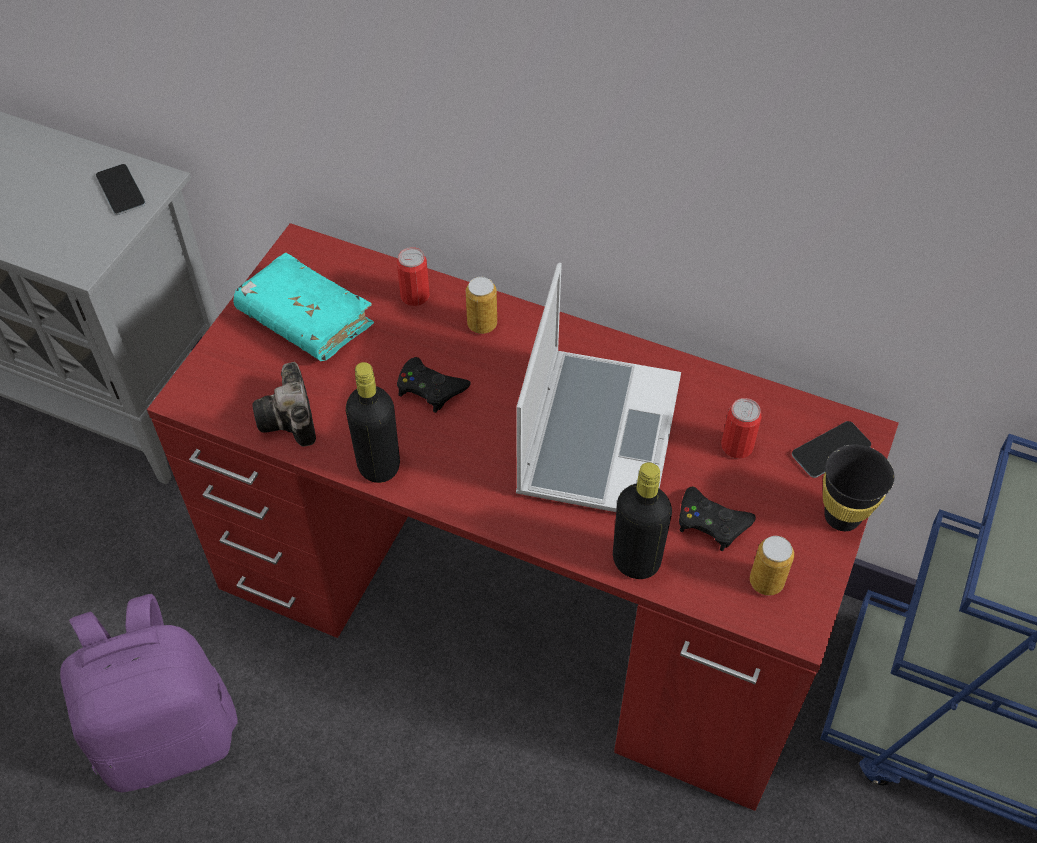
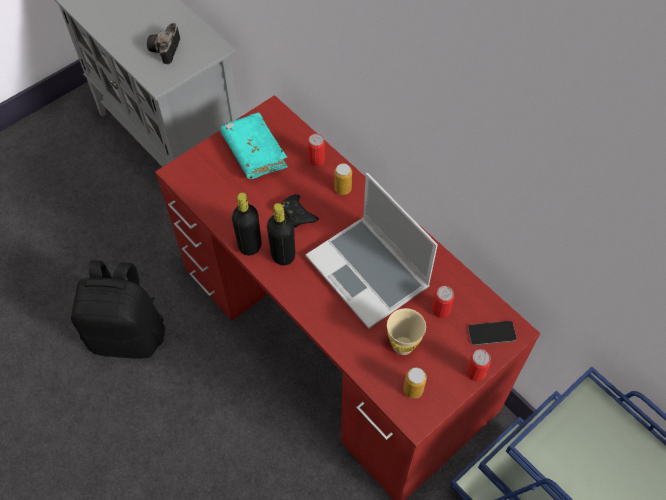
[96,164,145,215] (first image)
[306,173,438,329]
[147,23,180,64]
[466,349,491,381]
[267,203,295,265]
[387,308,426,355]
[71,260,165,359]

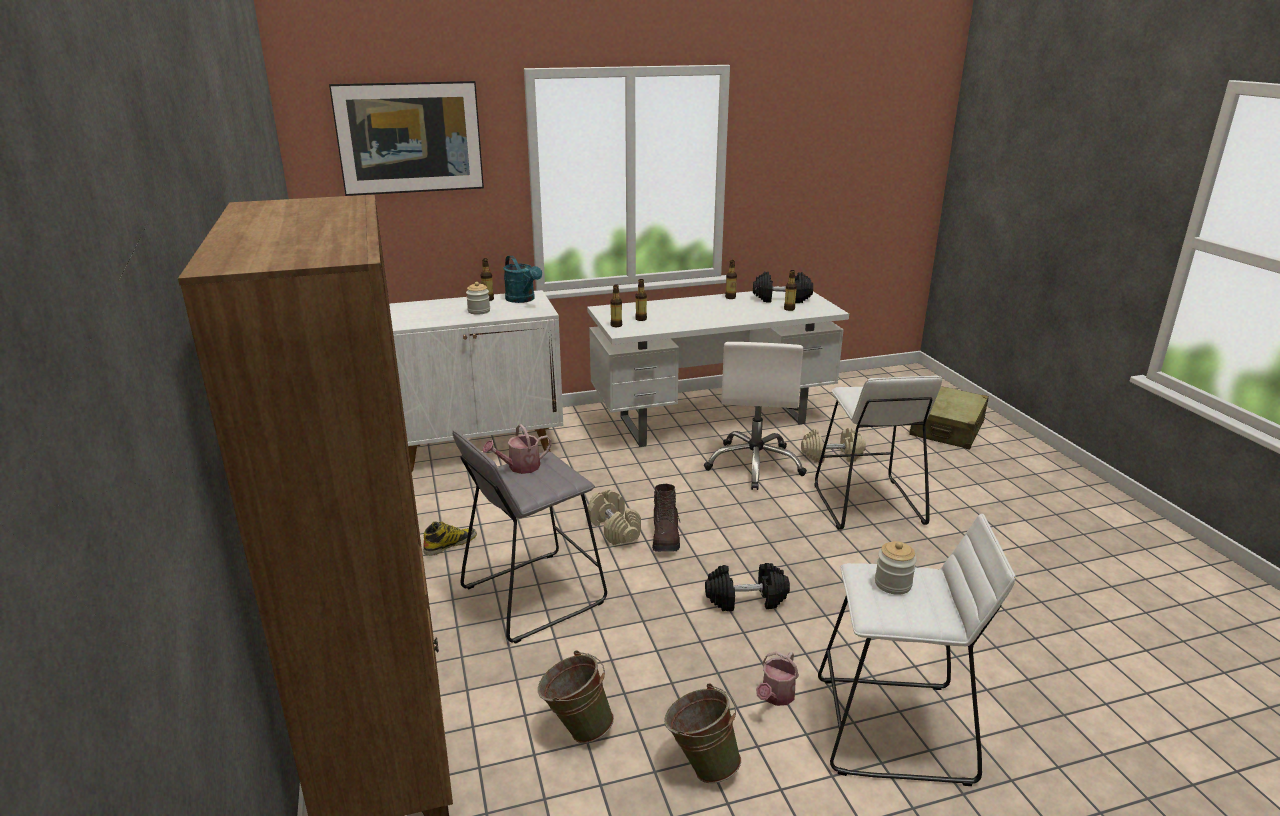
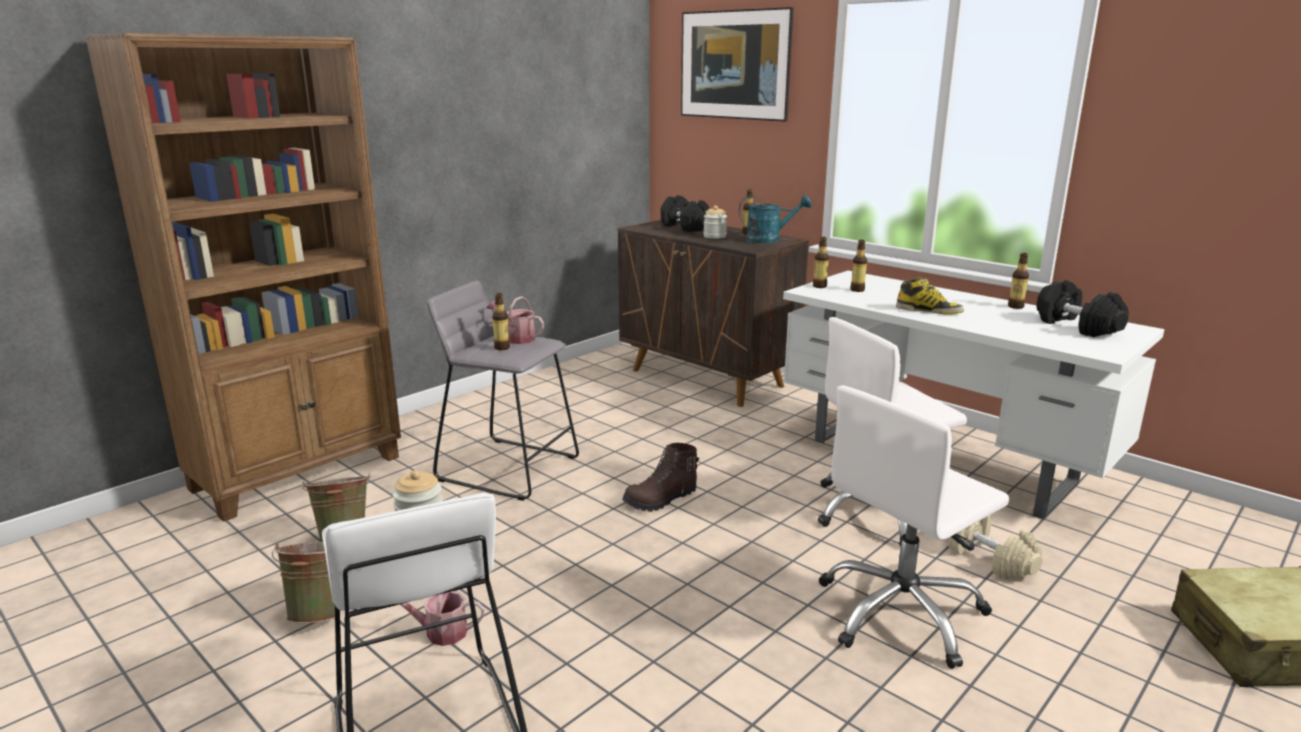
[739,195,812,243]
[492,293,510,350]
[618,220,809,407]
[819,385,1009,669]
[588,489,641,545] (first image)
[896,277,964,315]
[661,195,710,232]

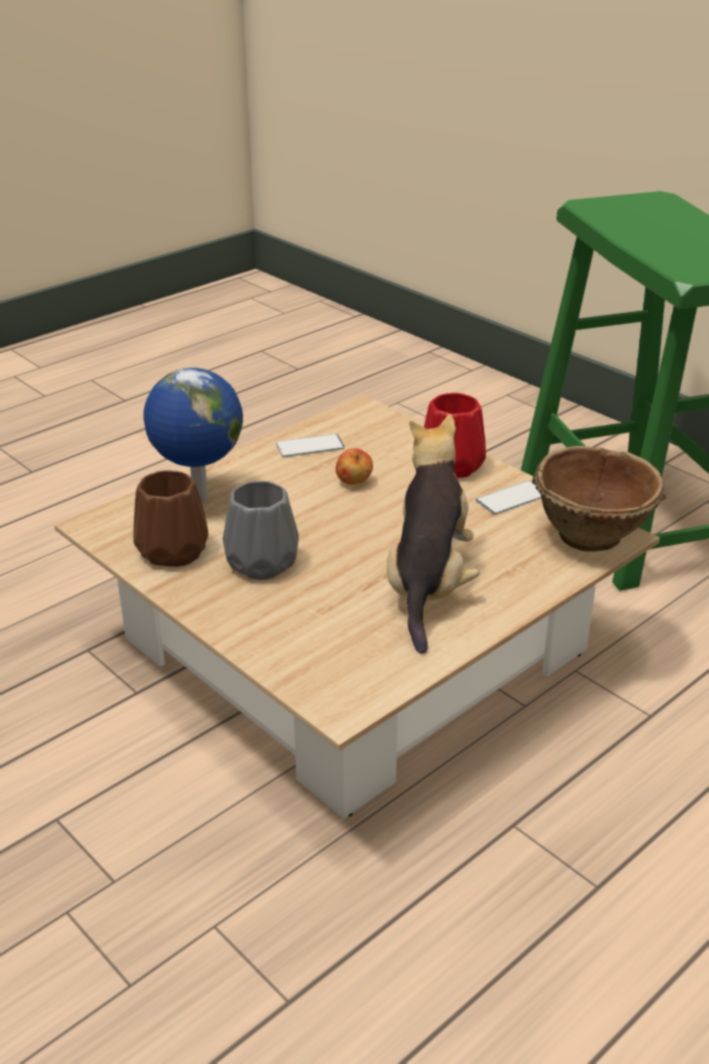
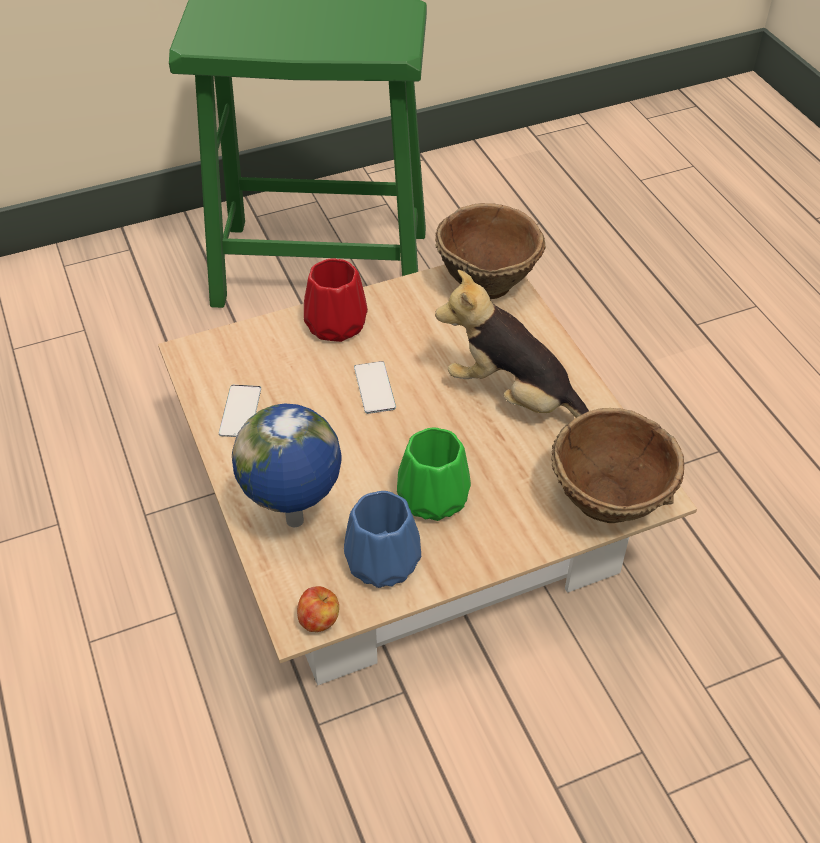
[297,586,339,632]
[344,491,421,588]
[397,428,471,521]
[354,361,396,414]
[551,408,684,523]

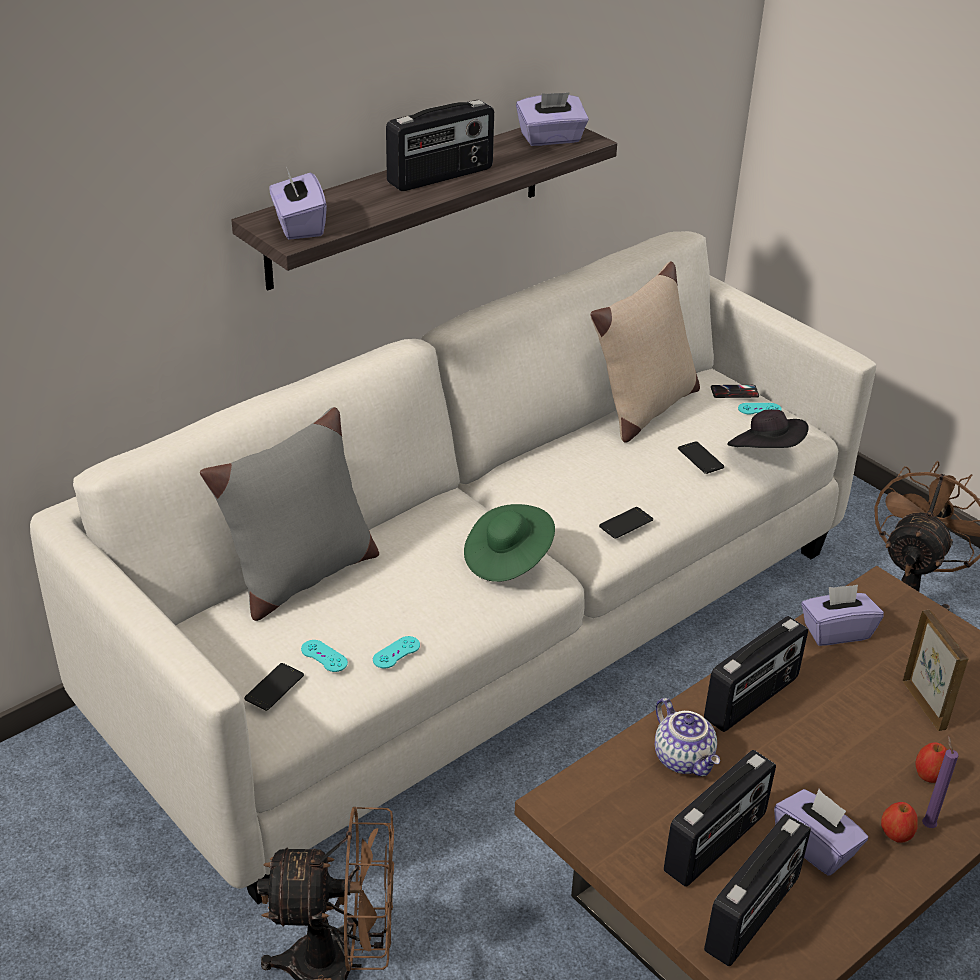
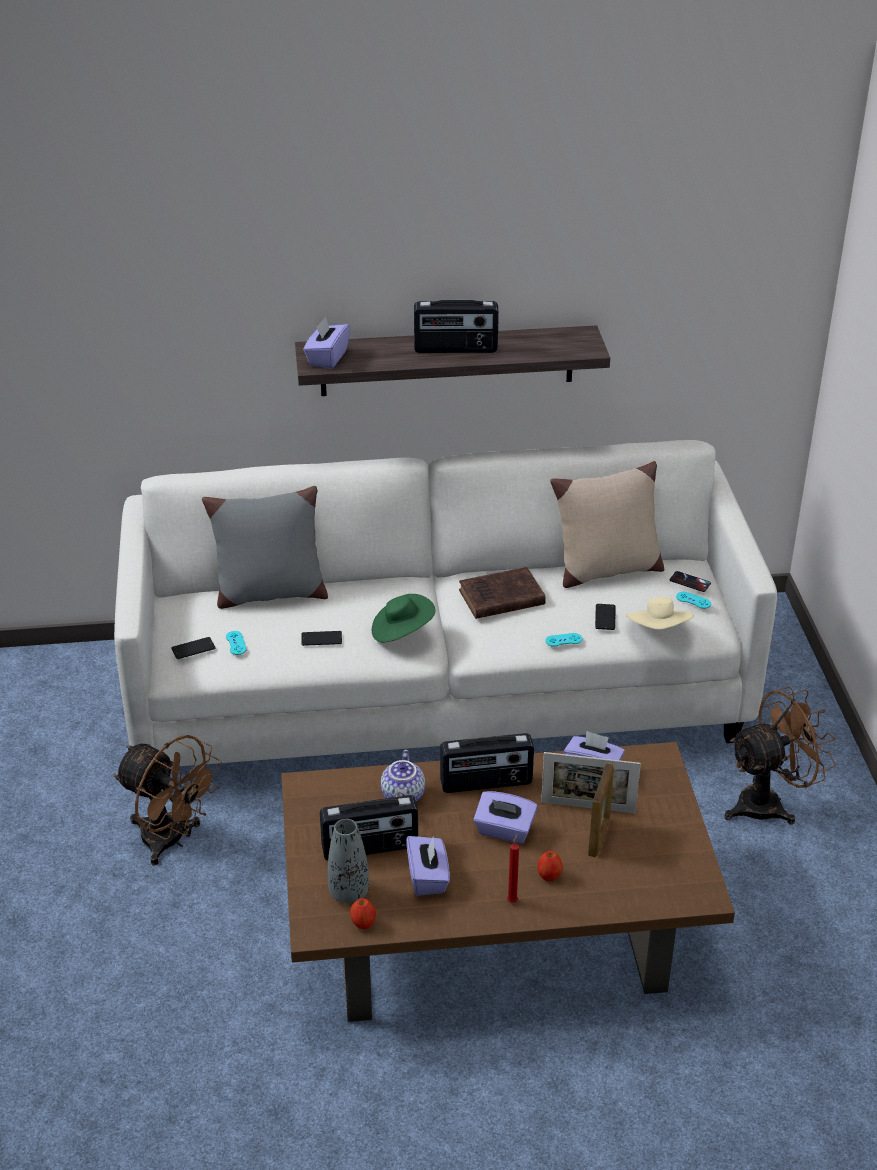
[473,791,538,844]
[626,597,694,629]
[301,631,342,646]
[545,633,583,647]
[507,833,519,903]
[350,898,376,929]
[328,819,369,903]
[459,567,546,619]
[541,752,641,814]

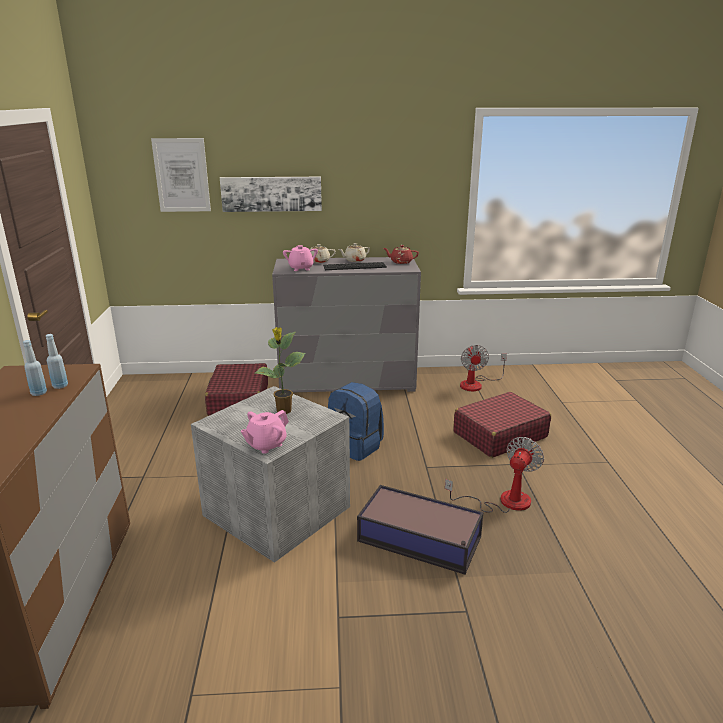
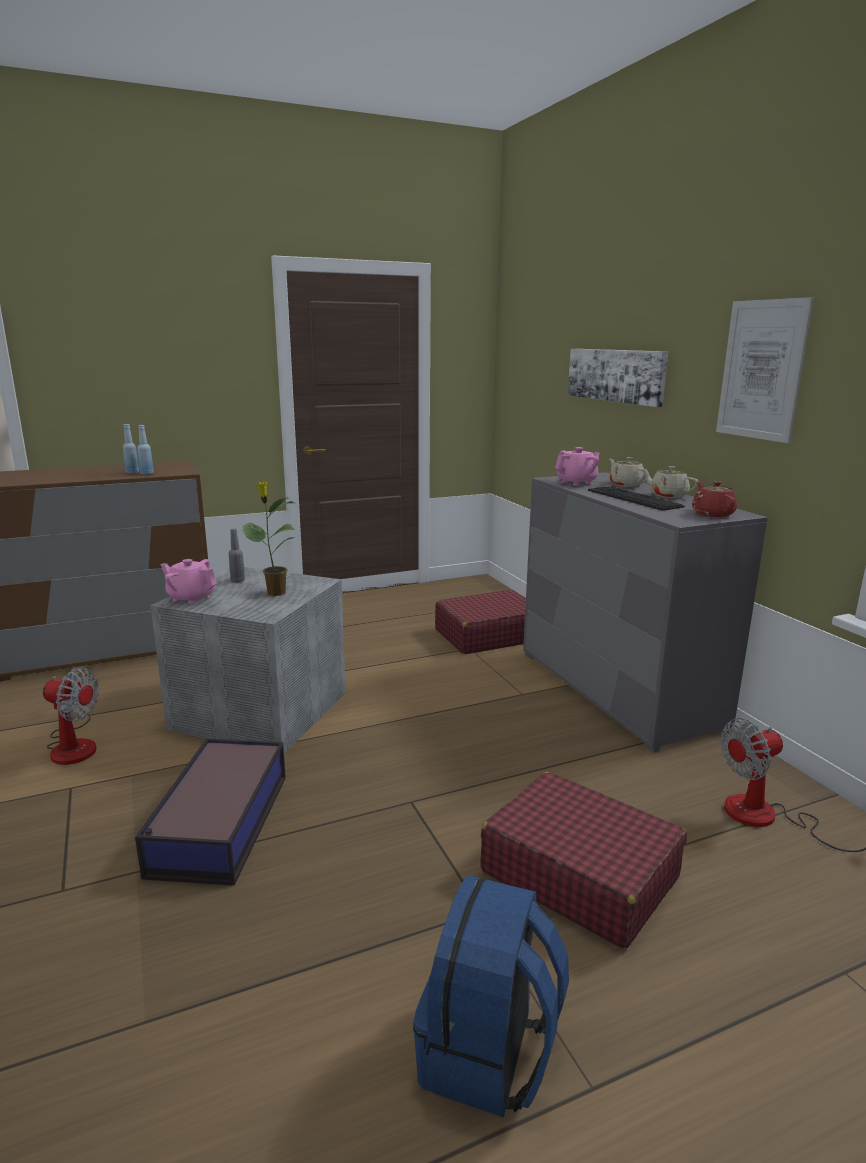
[716,297,814,443]
[413,875,569,1118]
[43,667,99,765]
[229,528,245,583]

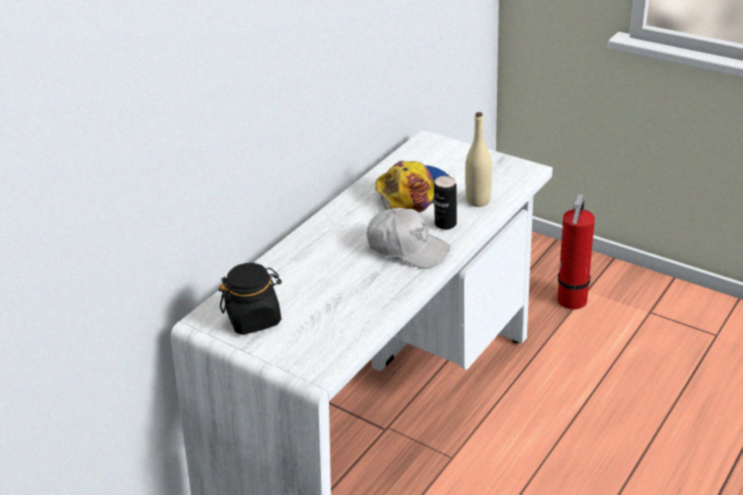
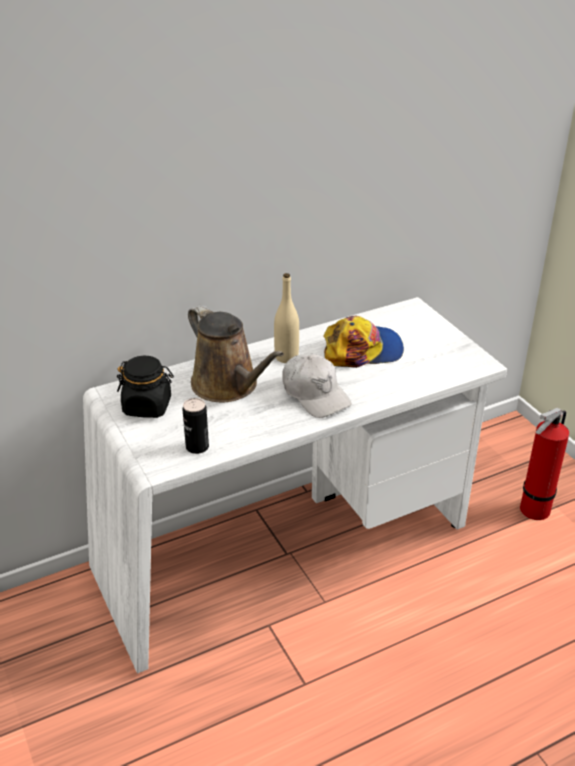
[274,273,299,363]
[182,398,209,454]
[188,304,284,402]

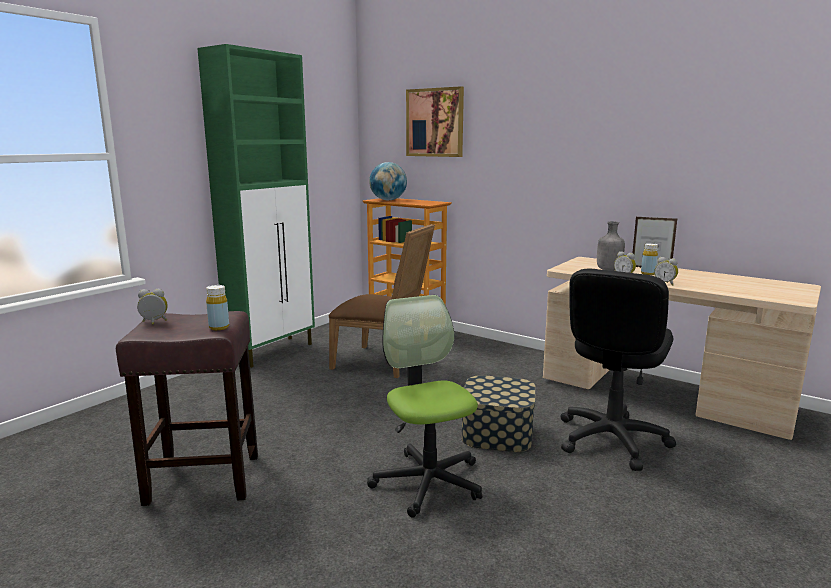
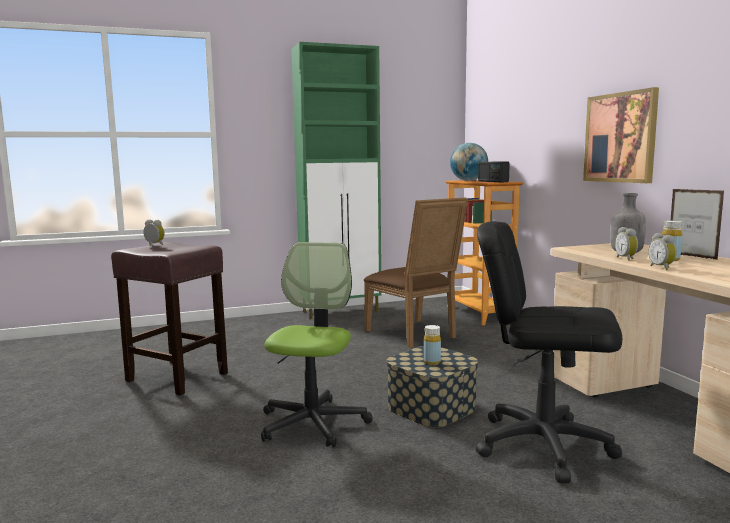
[583,87,659,183]
[476,221,622,483]
[424,325,441,365]
[478,161,510,182]

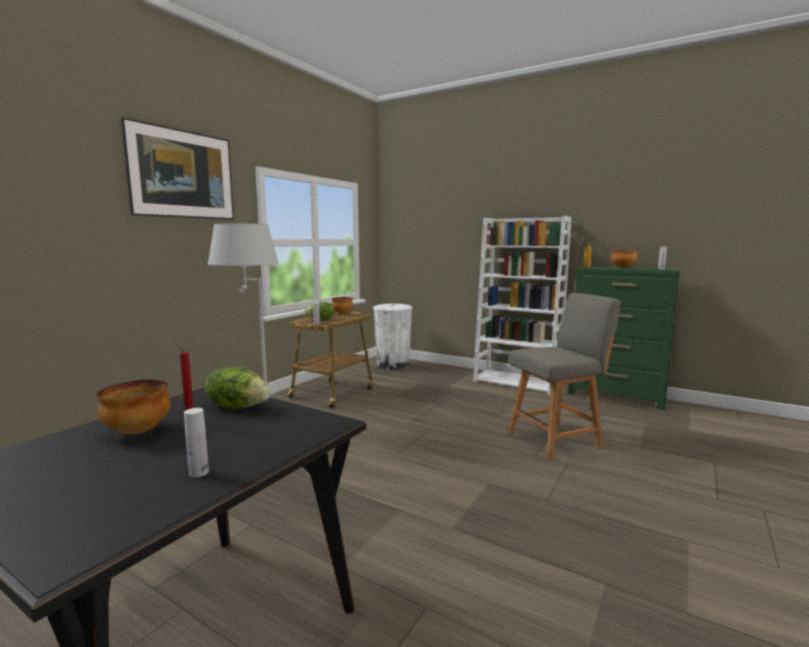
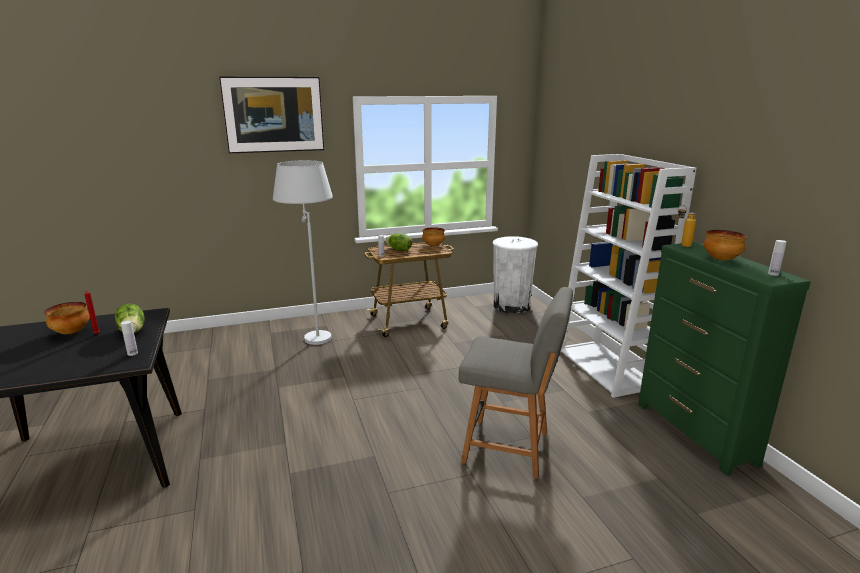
[121,321,138,356]

